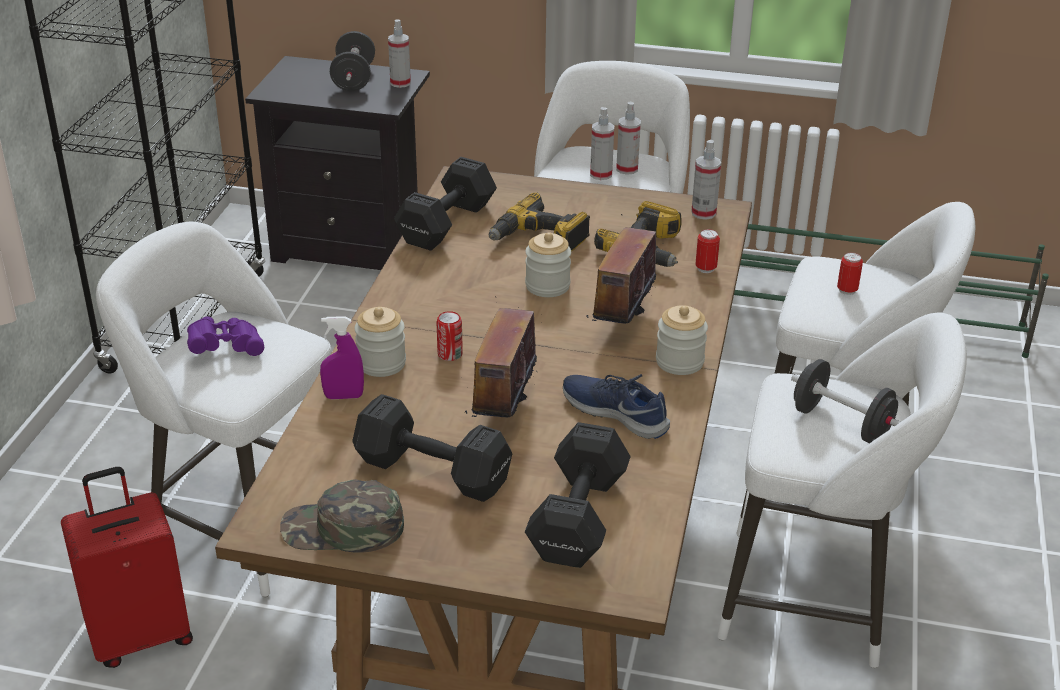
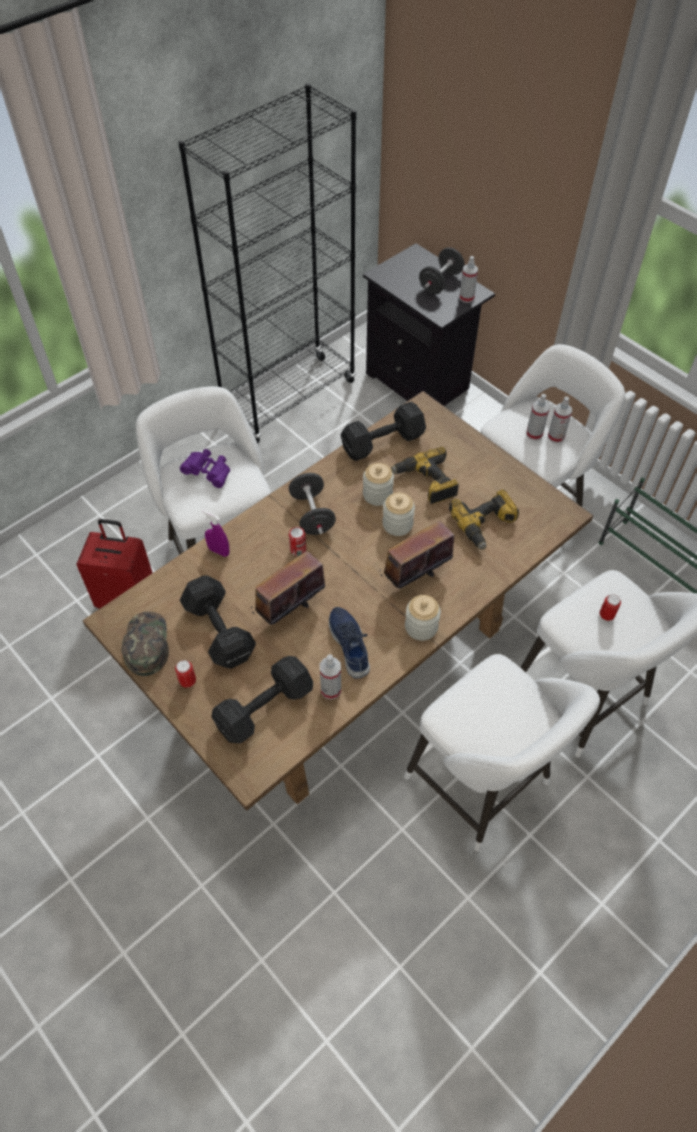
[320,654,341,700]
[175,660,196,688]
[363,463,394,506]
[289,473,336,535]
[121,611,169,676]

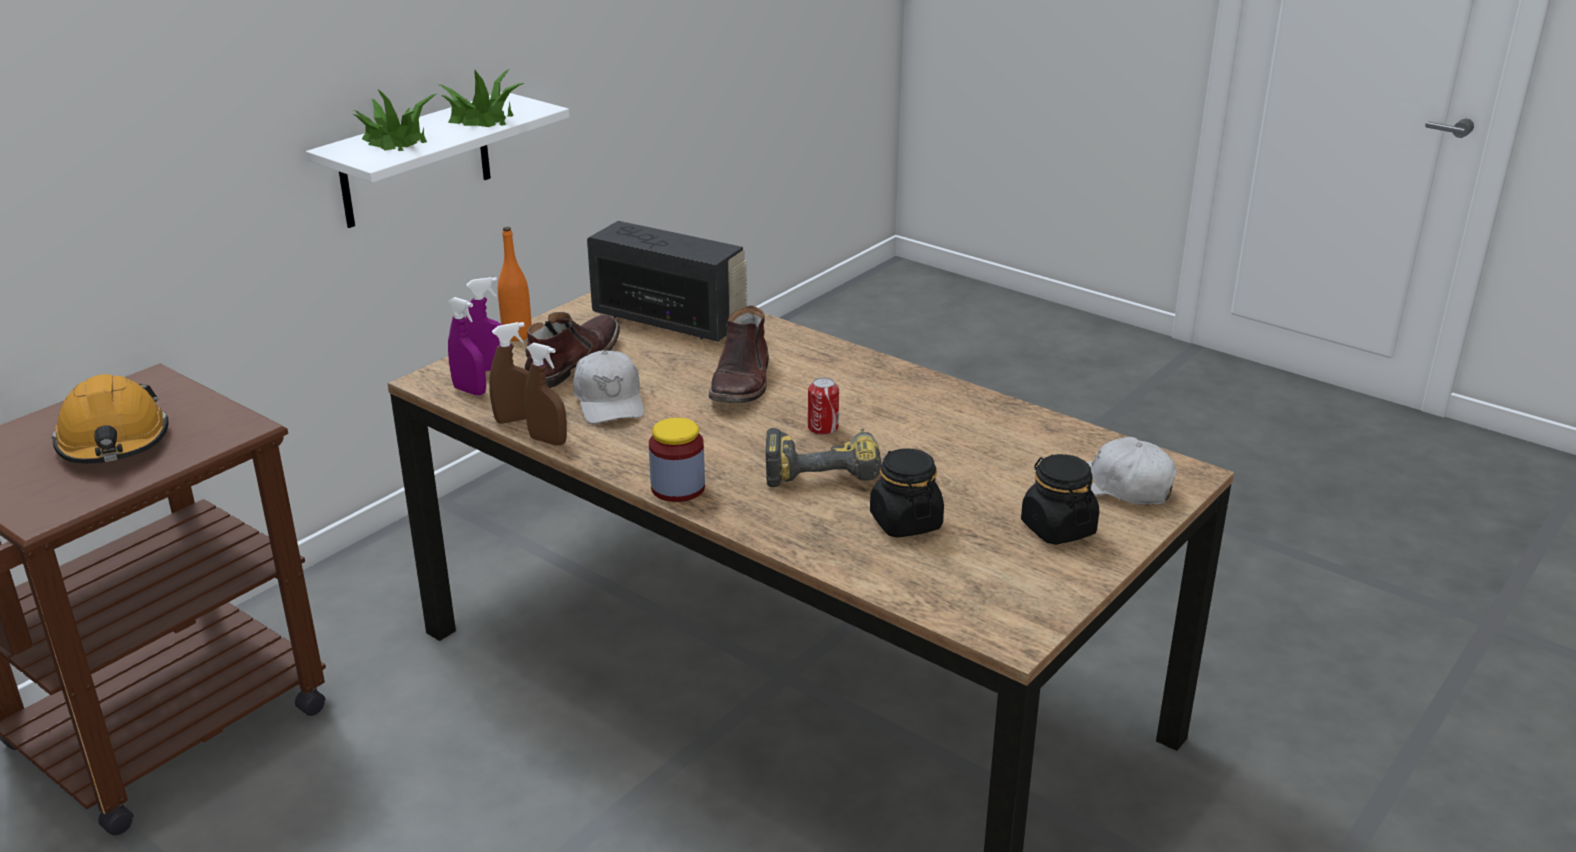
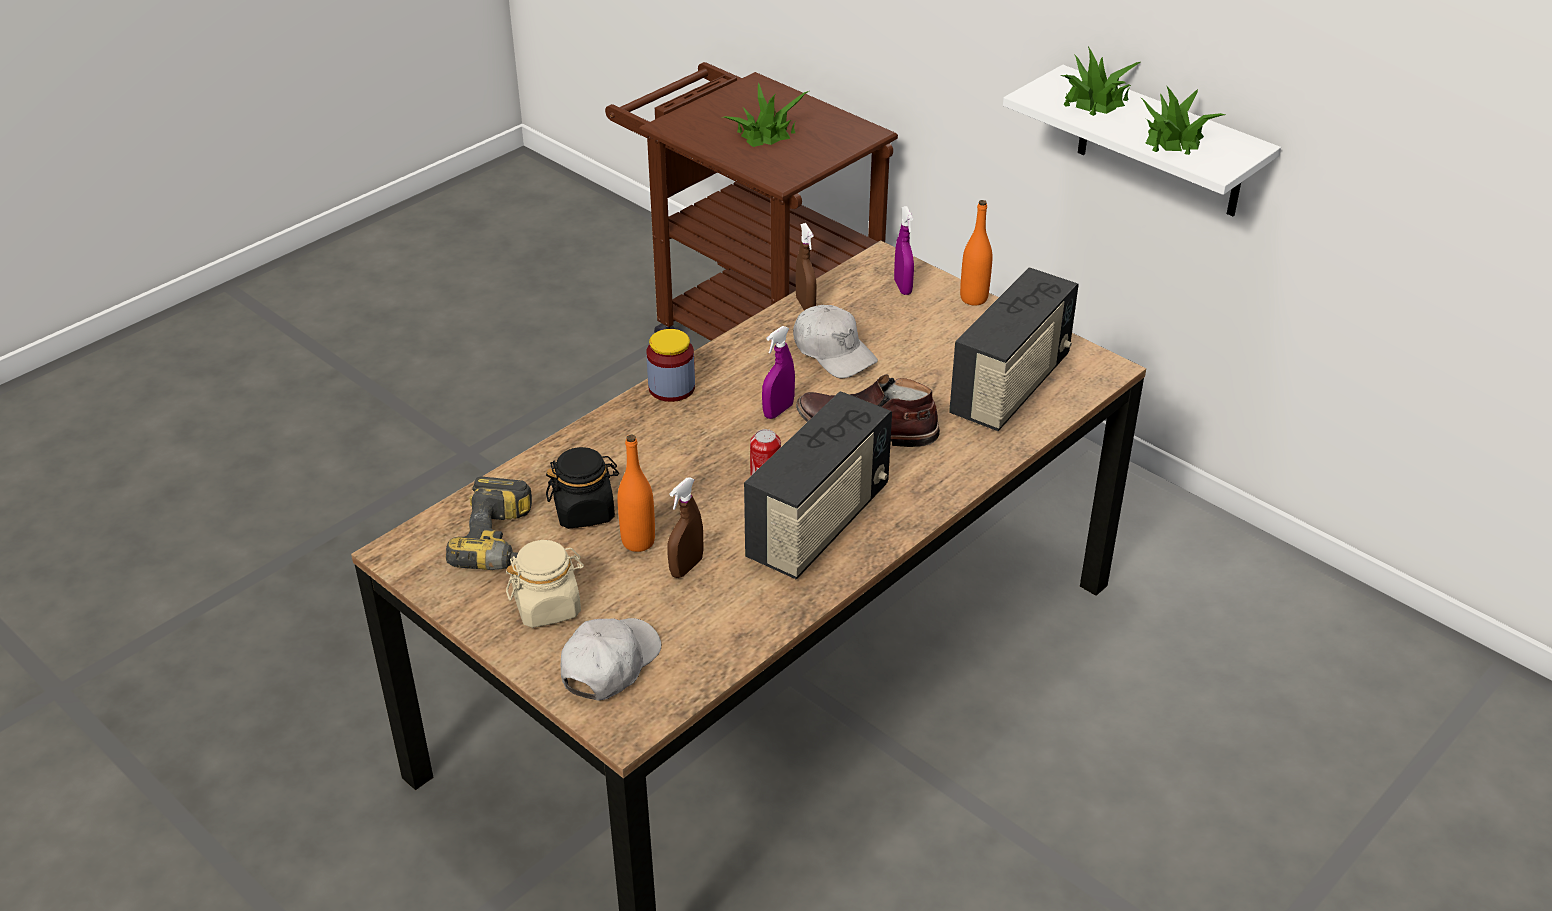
[762,326,795,419]
[525,312,620,388] (first image)
[667,478,703,578]
[793,305,878,378]
[721,82,809,147]
[446,476,532,570]
[506,540,584,628]
[744,391,892,580]
[617,435,655,552]

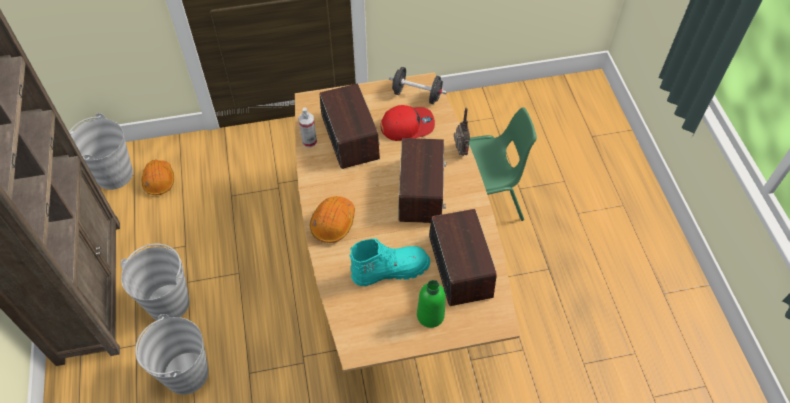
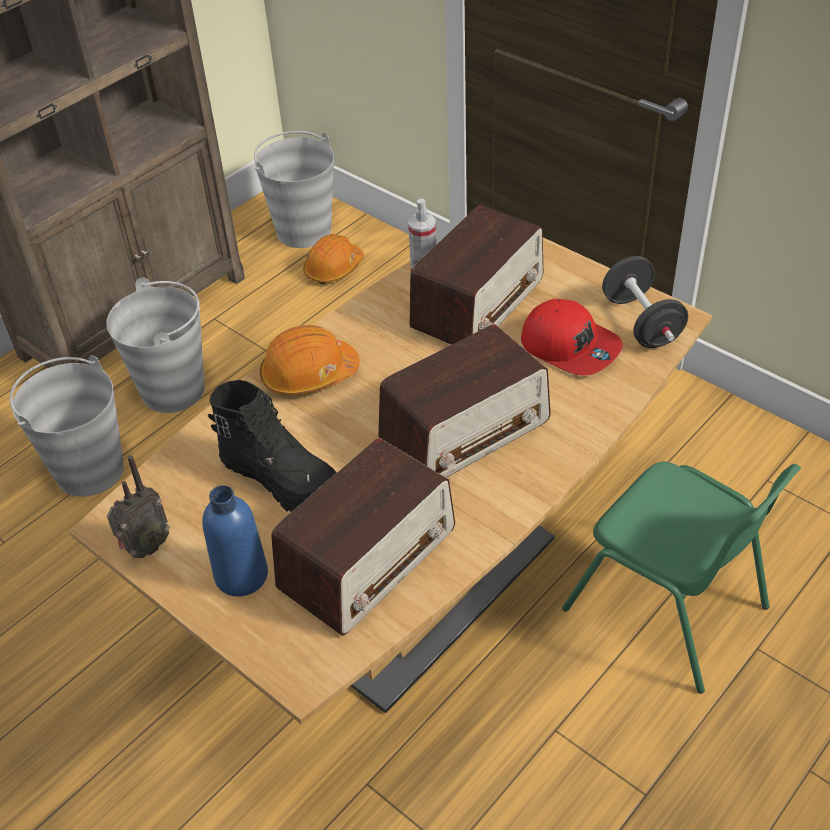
[107,455,170,558]
[208,380,337,512]
[202,485,268,597]

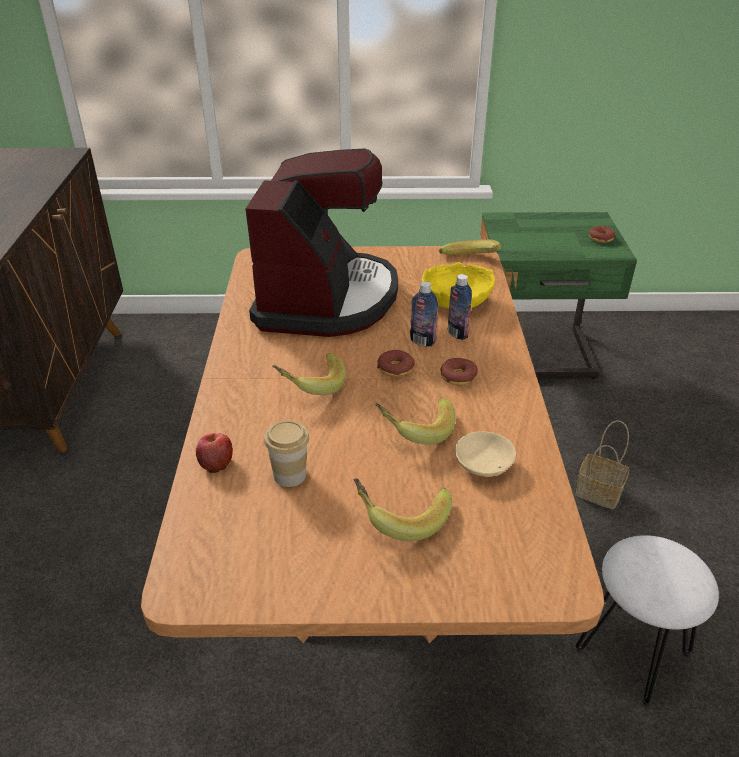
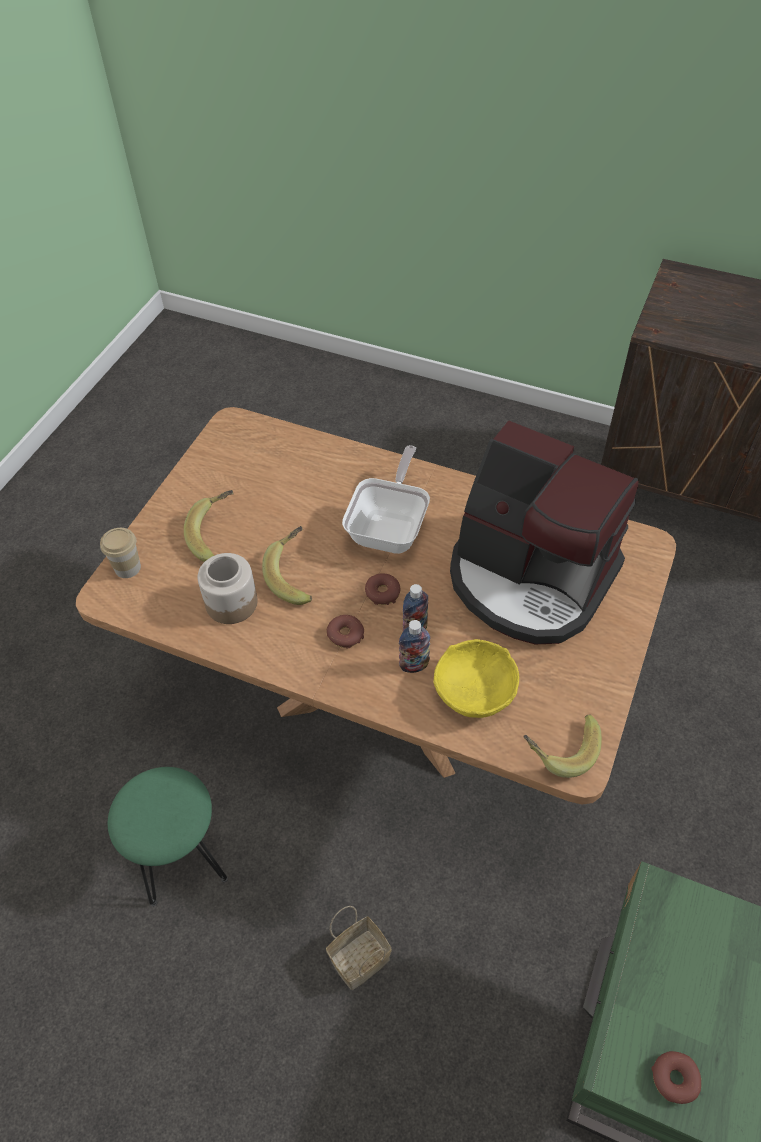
[342,445,430,554]
[100,528,141,578]
[197,553,258,624]
[196,433,233,473] (first image)
[108,767,228,906]

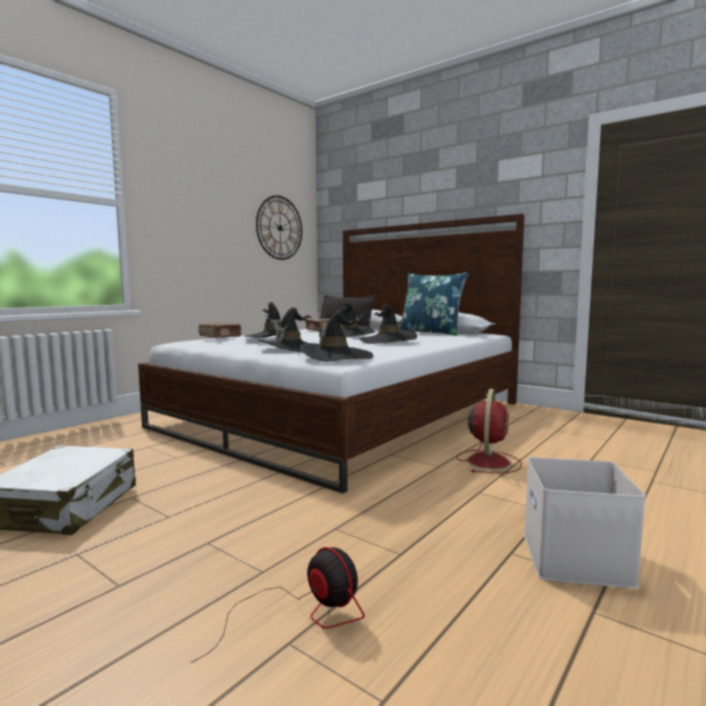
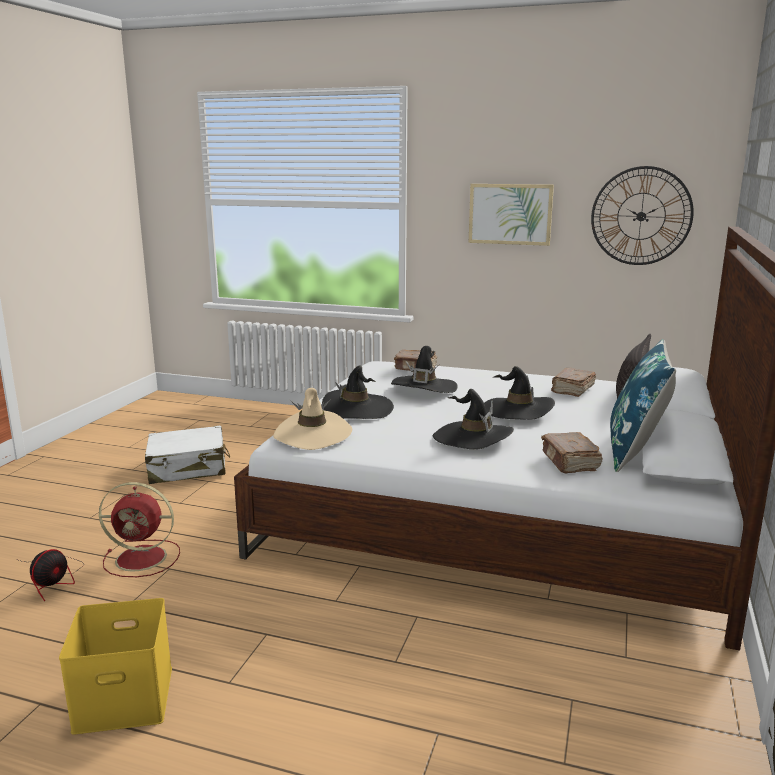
[273,388,352,450]
[99,482,180,577]
[59,598,172,735]
[469,184,554,246]
[541,432,603,474]

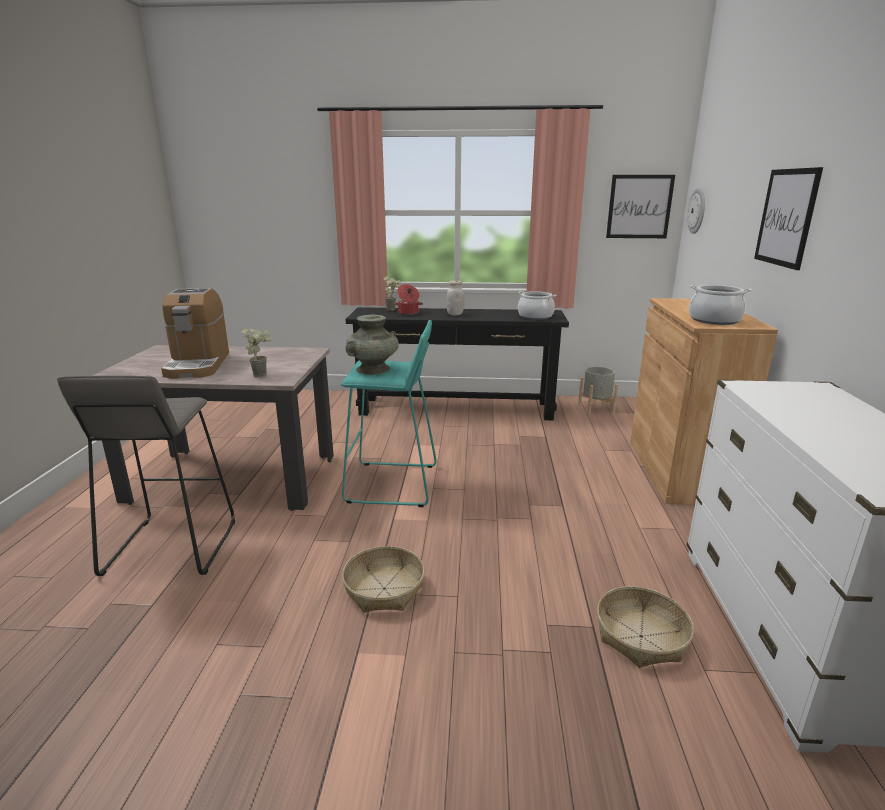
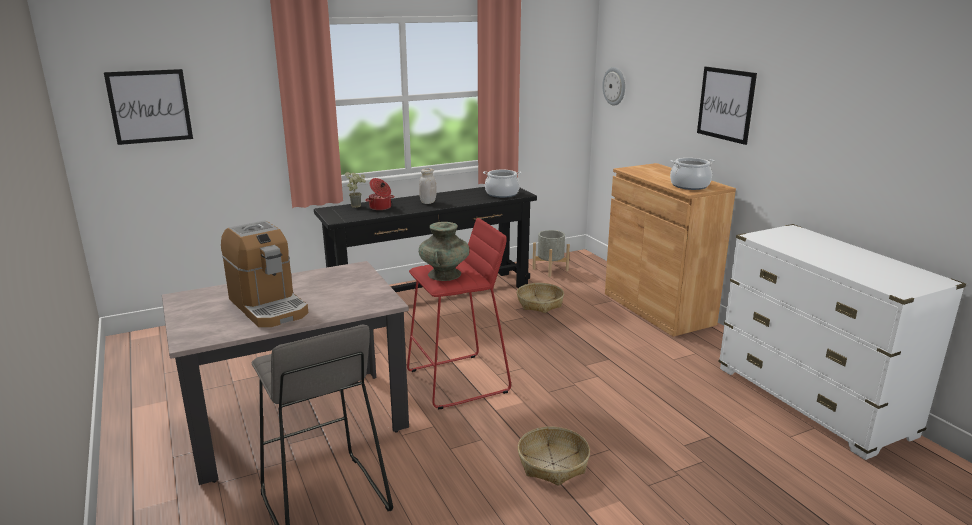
[104,69,193,145]
[407,218,511,410]
[241,328,271,377] (first image)
[517,283,564,313]

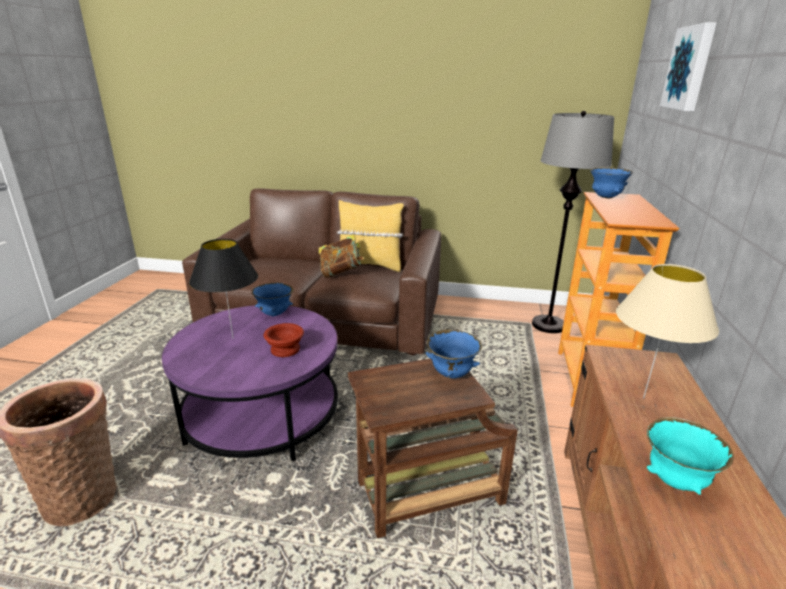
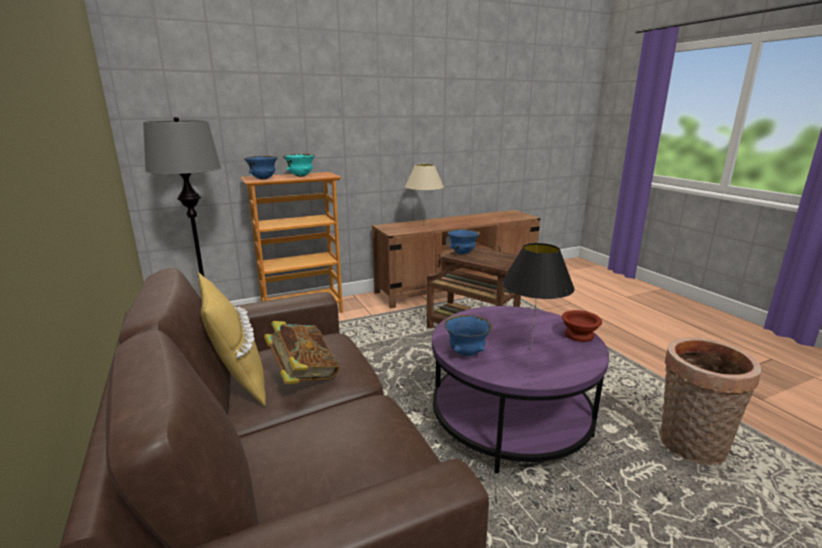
[660,22,717,111] (first image)
[562,310,602,342]
[283,154,315,177]

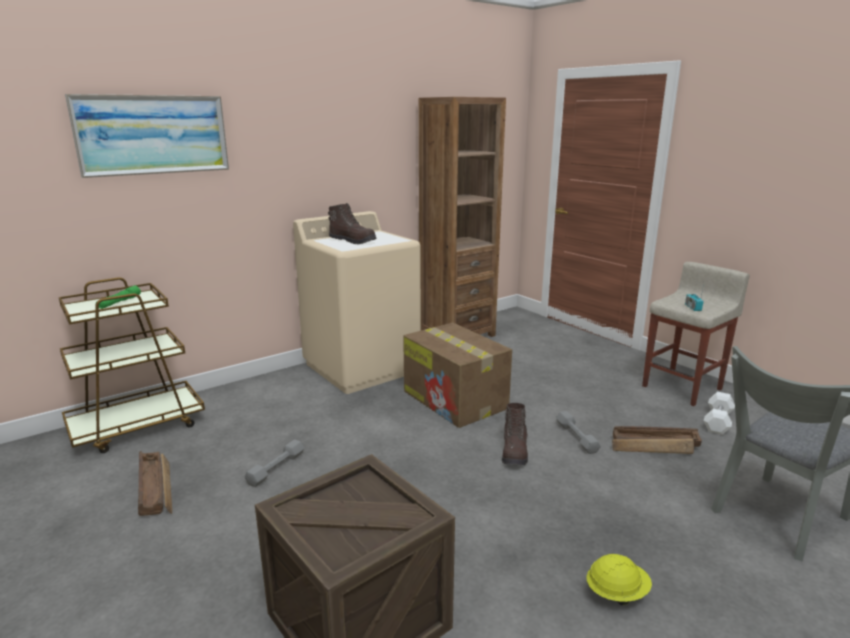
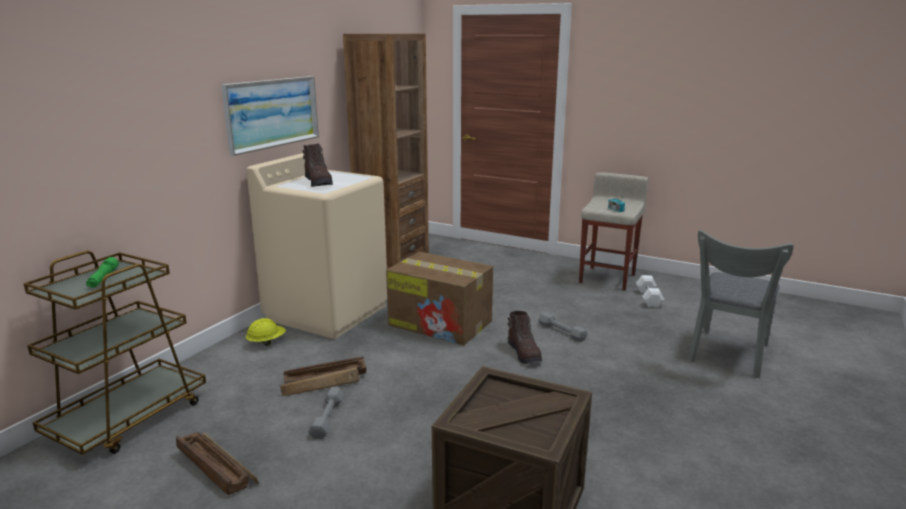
[221,76,319,156]
[303,143,333,187]
[280,357,366,396]
[245,318,286,346]

